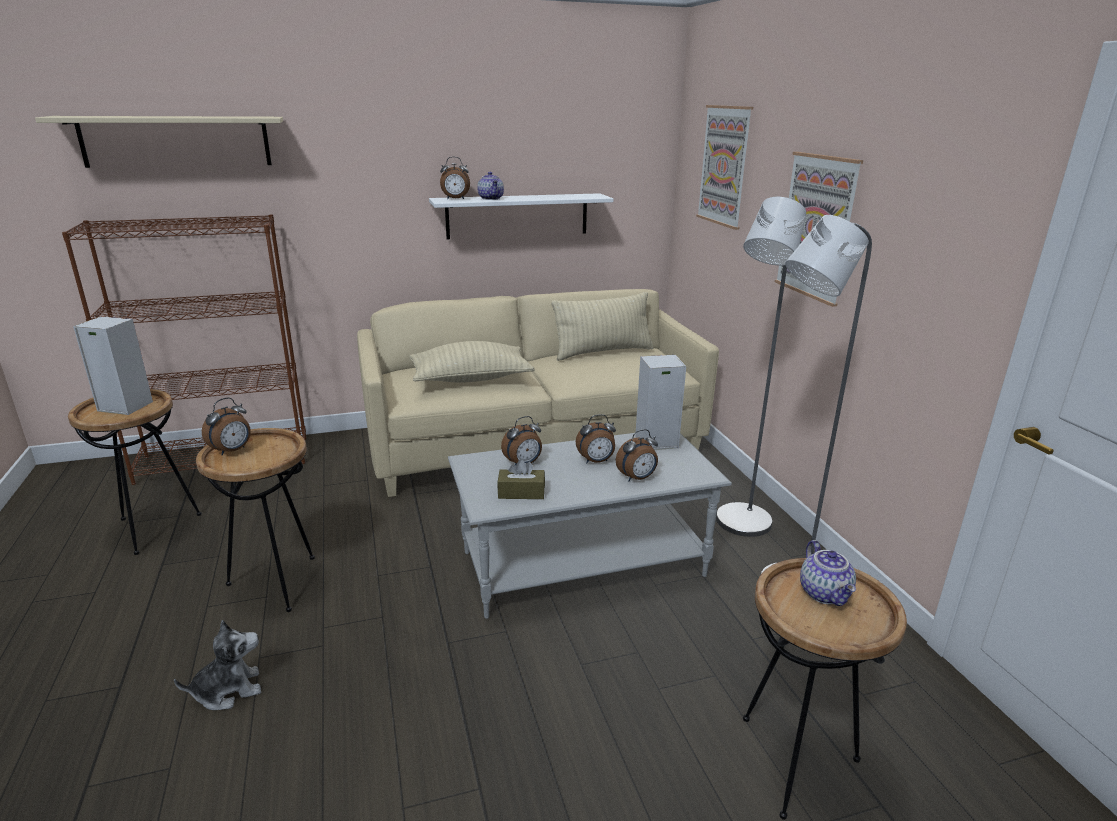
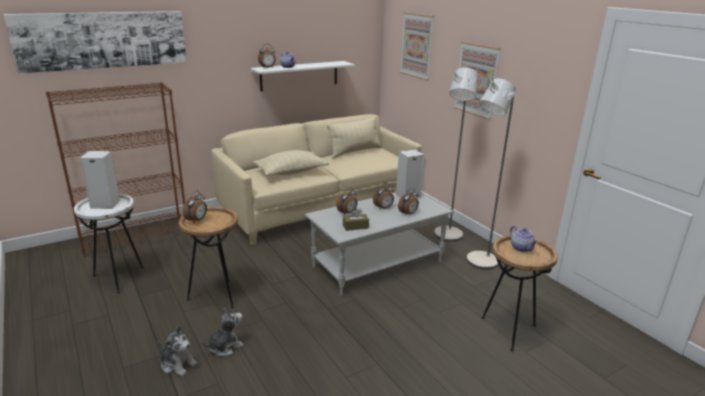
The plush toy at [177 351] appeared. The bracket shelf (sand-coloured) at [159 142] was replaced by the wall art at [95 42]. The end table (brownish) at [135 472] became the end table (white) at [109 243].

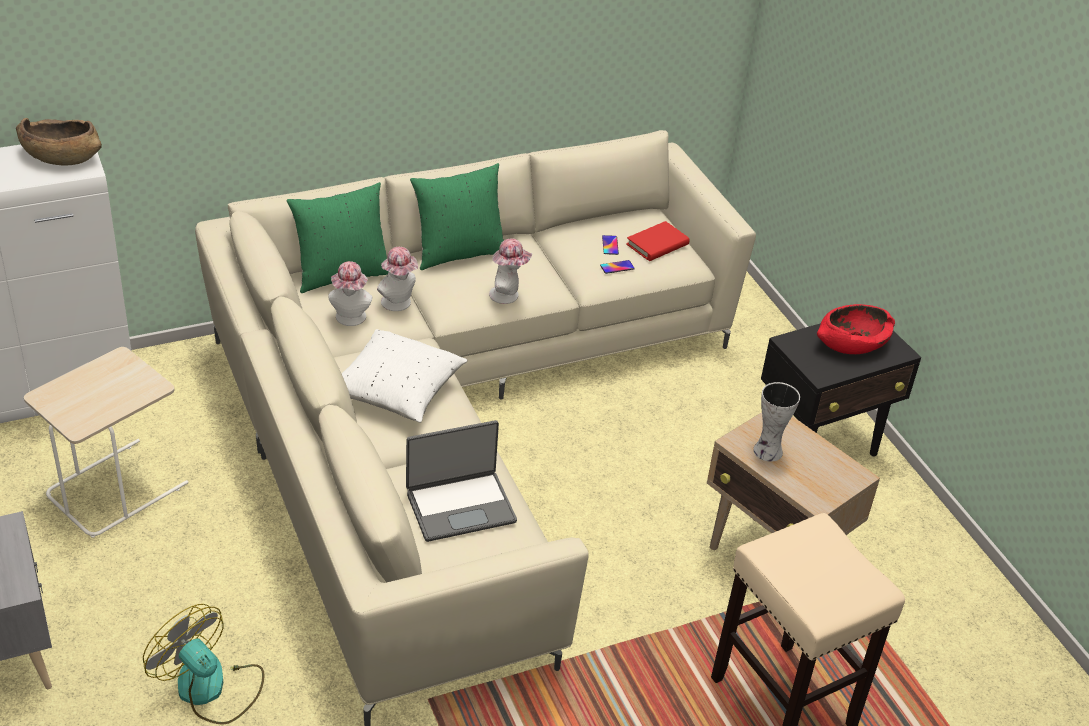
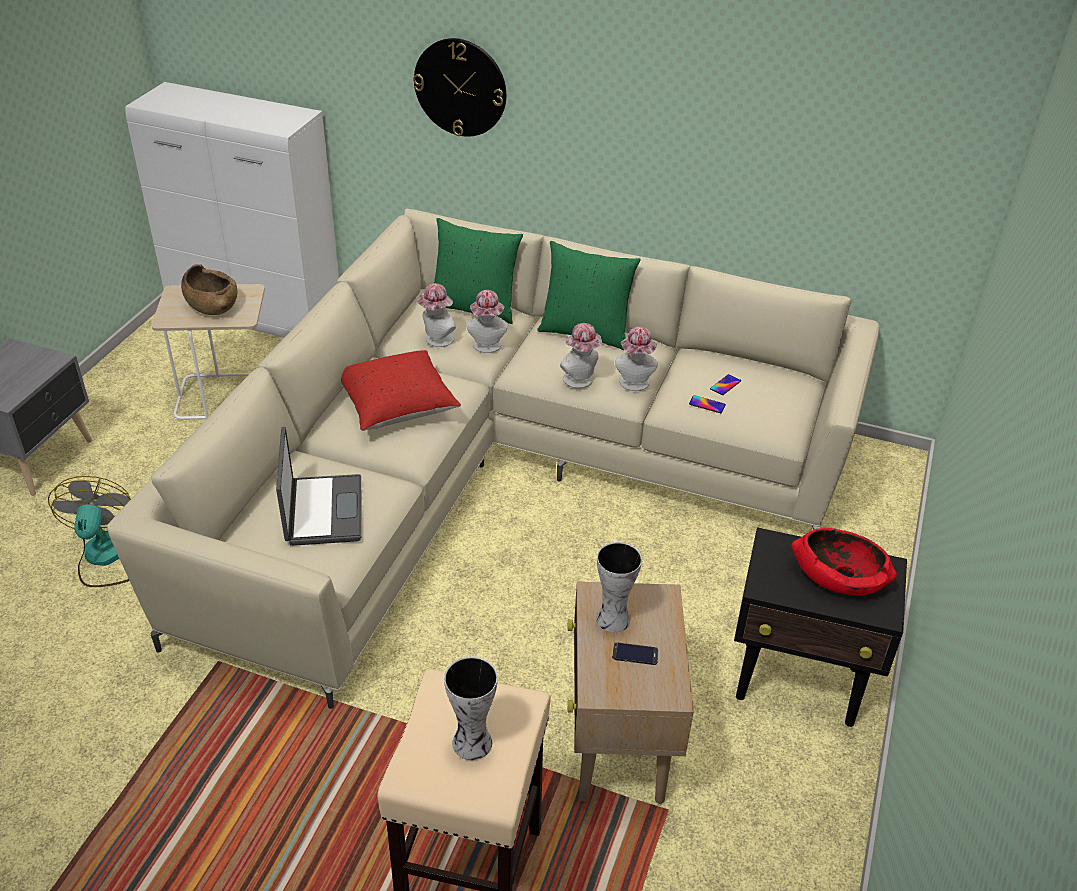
The volume (red) at [658 241] disappeared. The wall clock at [459 87] appeared. The decorative vase at [471 708] appeared. The phone at [635 654] appeared. The wearable hat at [636 358] appeared. The serving bowl (brownish) moved from [59 142] to [209 289]. The pillow (white) at [404 376] became the pillow (red) at [401 390]. The notebook computer at [461 481] turned 120 degrees counterclockwise.

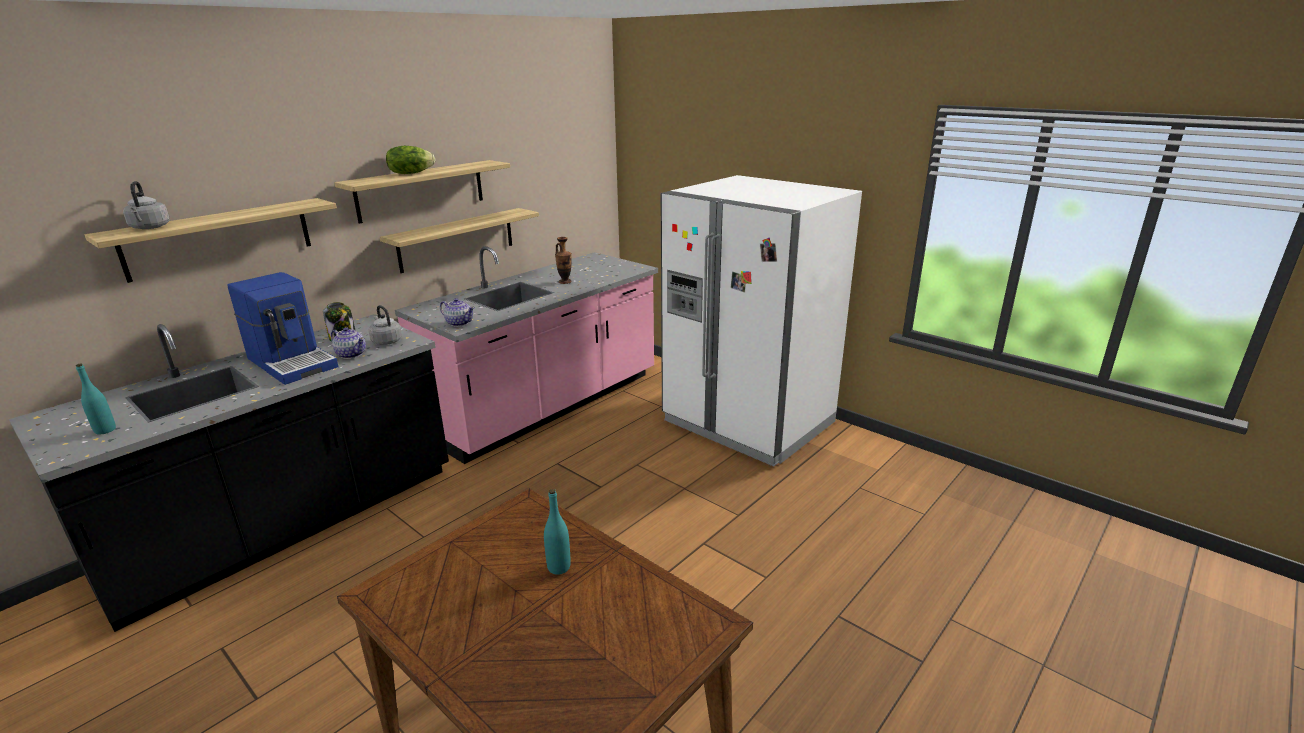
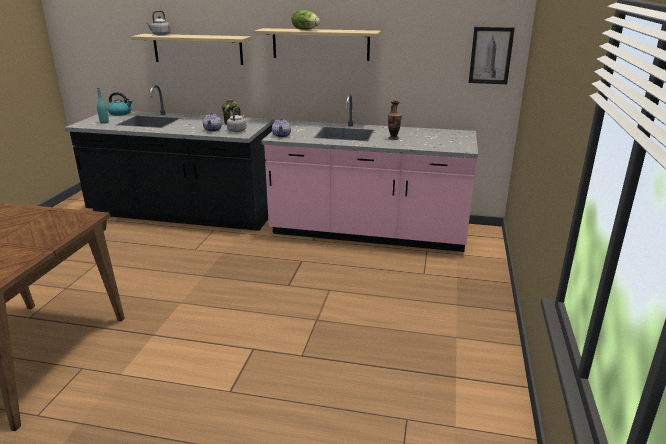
The coffee brewer at [283 328] disappeared. The bracket shelf at [459 240] disappeared. The bottle (turquoise-coloured) at [557 532] disappeared. The refrigerator (white) at [761 320] disappeared. The water kettle at [119 104] appeared. The wall art at [492 55] appeared.

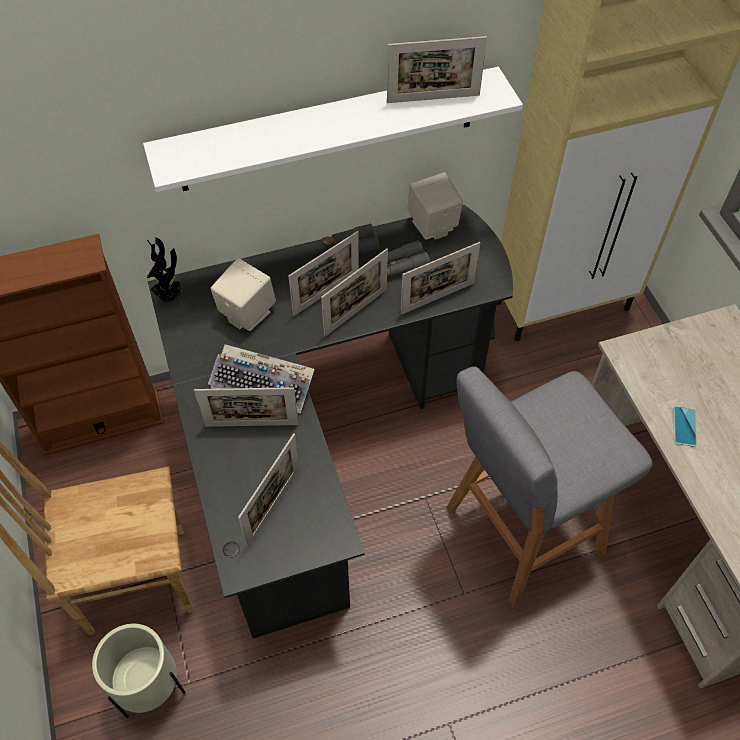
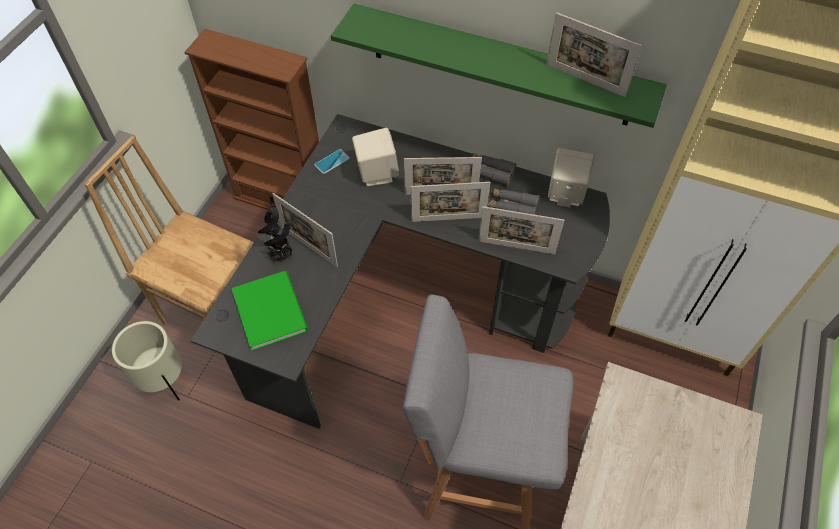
The computer keyboard at [261 379] disappeared. The houseplant moved from [164 270] to [275 233]. The phone moved from [685 426] to [332 161]. The photo frame at [269 491] was replaced by the volume (green-coloured) at [270 311]. The bracket shelf (white) at [333 129] became the bracket shelf (green-coloured) at [499 66].

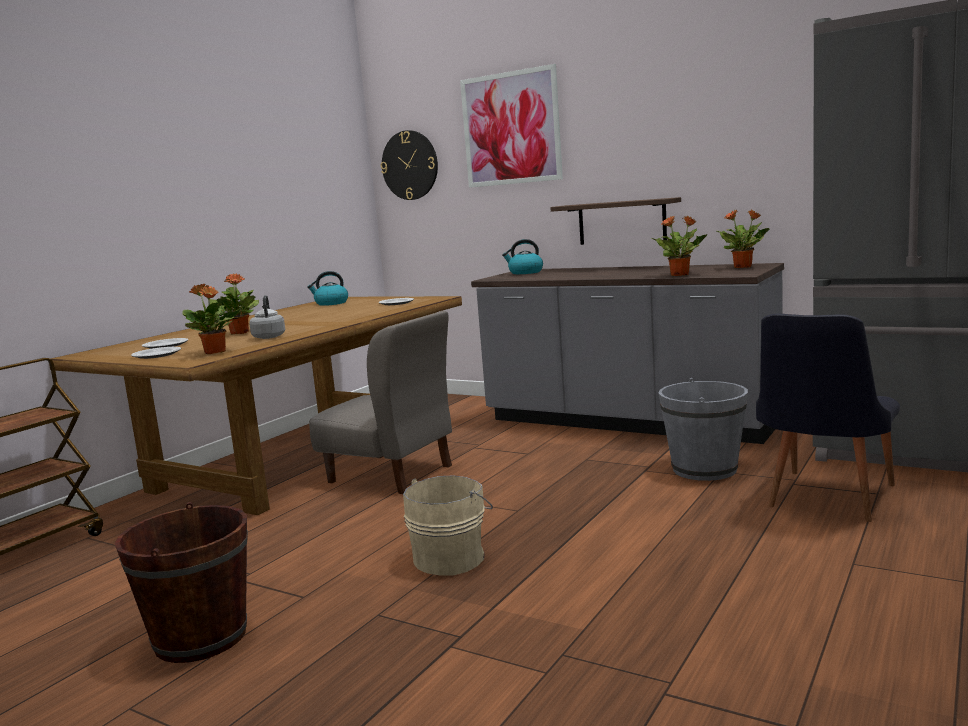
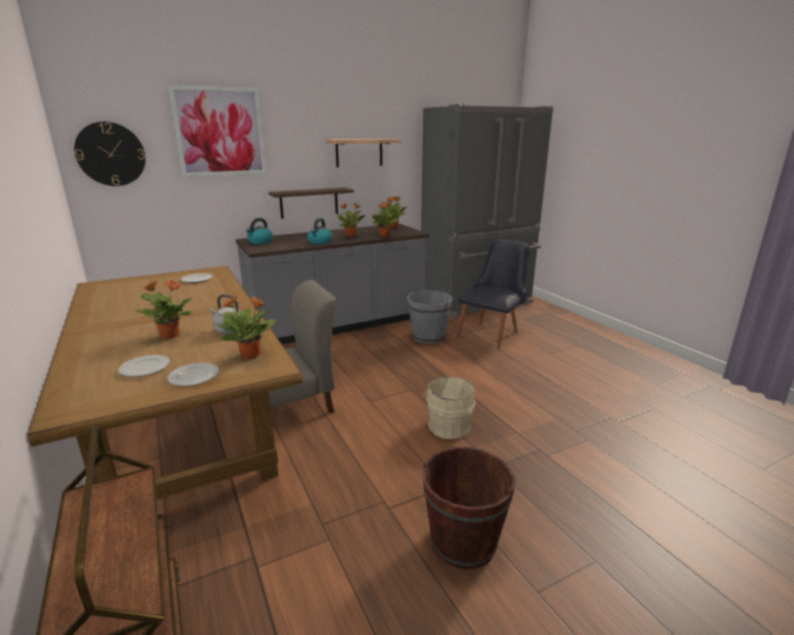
The bracket shelf at [363 153] appeared. The houseplant at [350 220] appeared. The water kettle moved from [327 288] to [320 231]. The plain chair (blackish) at [828 418] turned 120 degrees counterclockwise.

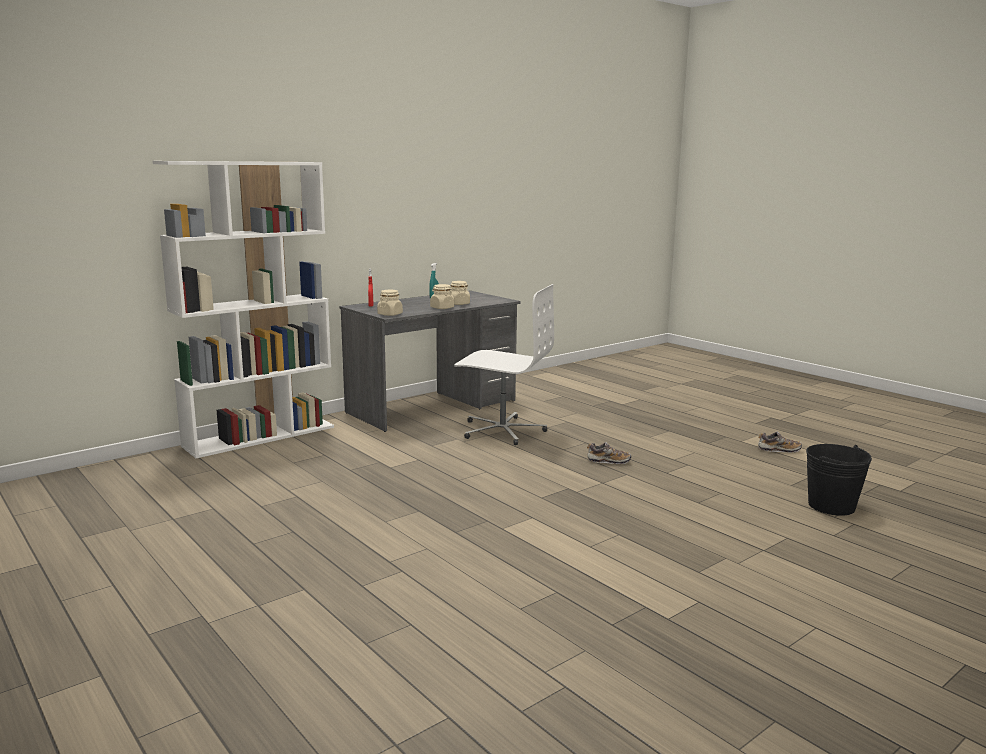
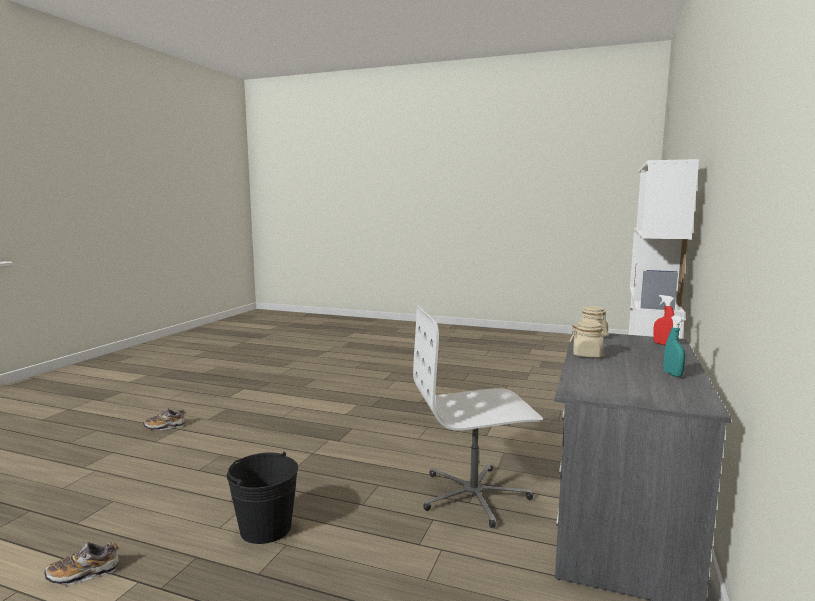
The preserve jar (sand-coloured) at [460 293] disappeared. The low shoe moved from [609 453] to [164 419]. The pail (blackish) moved from [839 480] to [262 498].

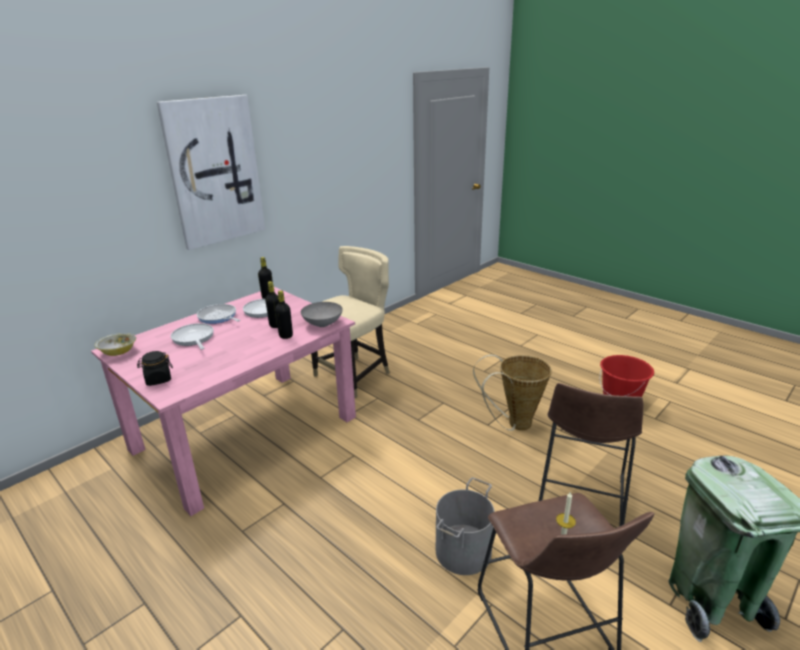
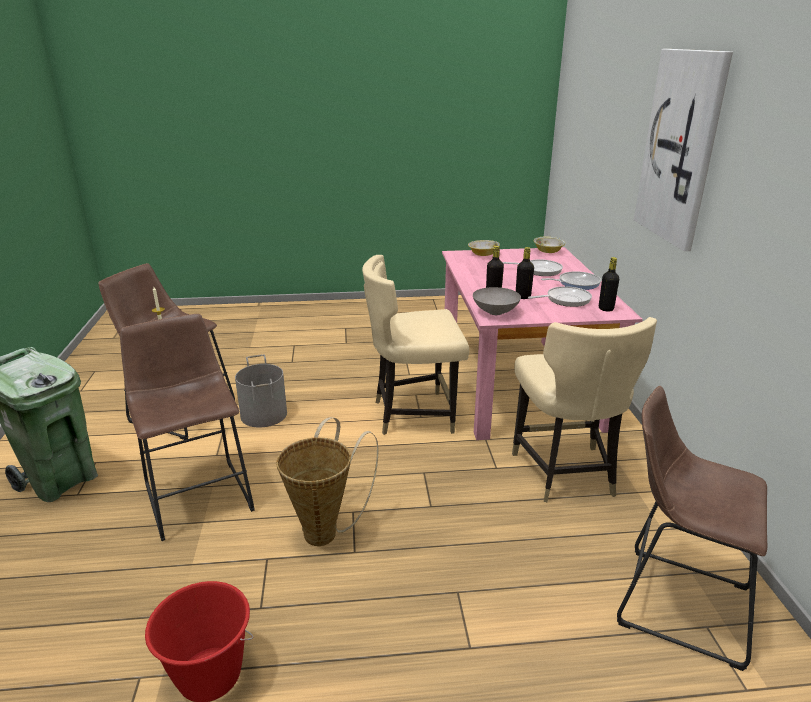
The plain chair (sand-coloured) at [415 345] appeared. The stool seat (brownish) at [692 528] appeared. The preserve jar (blackish) at [155 368] was replaced by the serving bowl at [484 248].

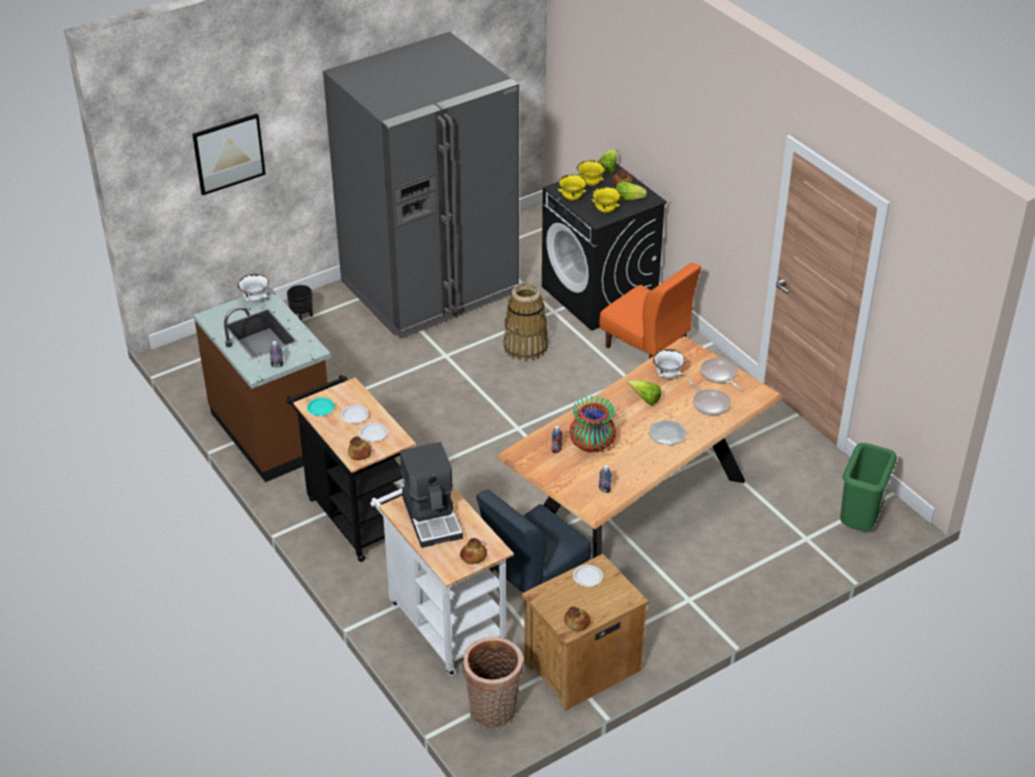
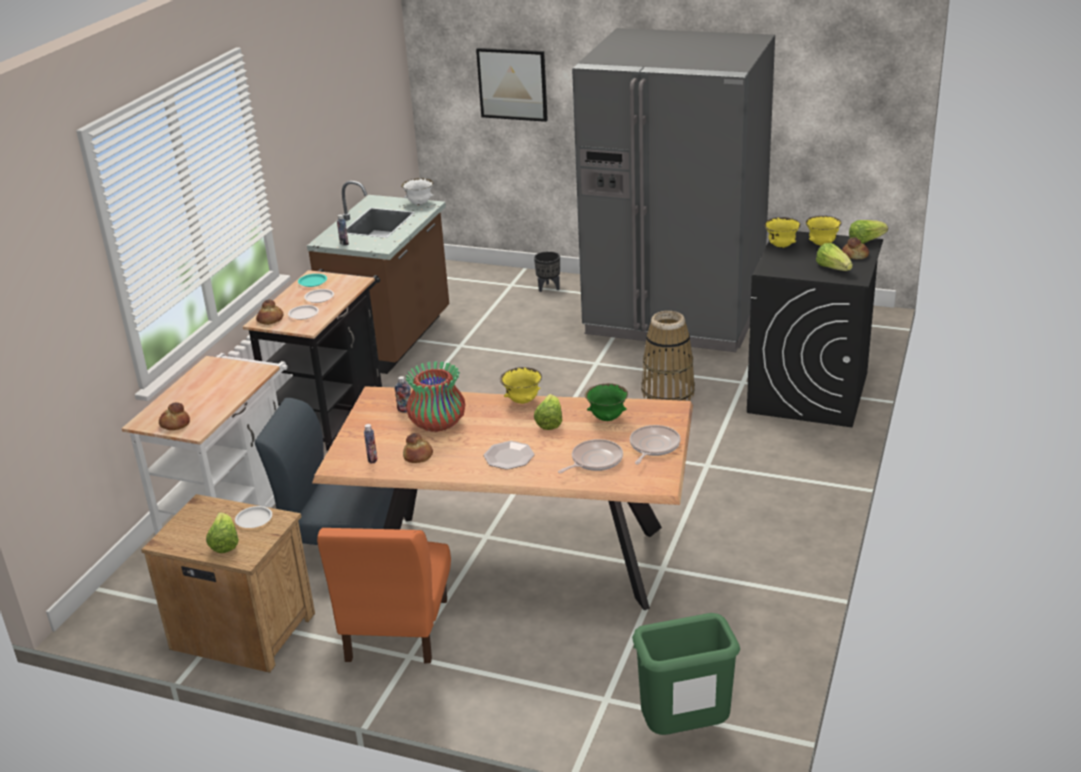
The coffee brewer at [431 495] disappeared. The storage basket at [493 682] disappeared. The head of lettuce at [222 532] appeared. The bakery bread moved from [577 618] to [418 448]. The serving bowl (yellow-coloured) moved from [606 200] to [521 385]. The plain chair (orange) moved from [650 311] to [384 596]. The serving bowl (white) at [669 364] became the serving bowl (green-coloured) at [606 402]. The pan at [709 398] turned 150 degrees counterclockwise.

